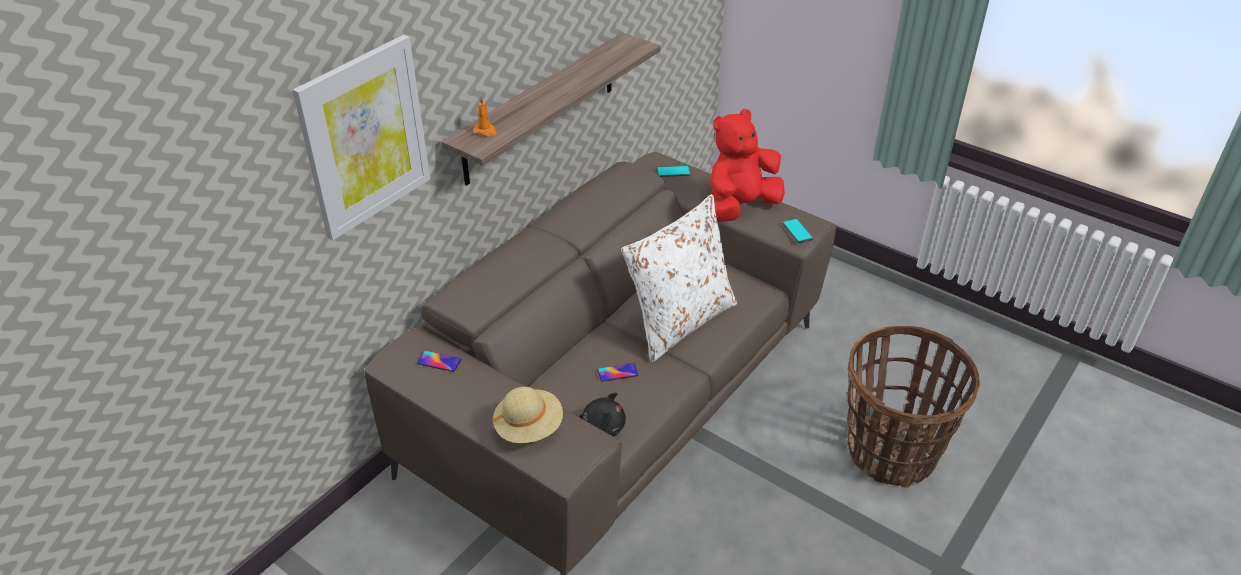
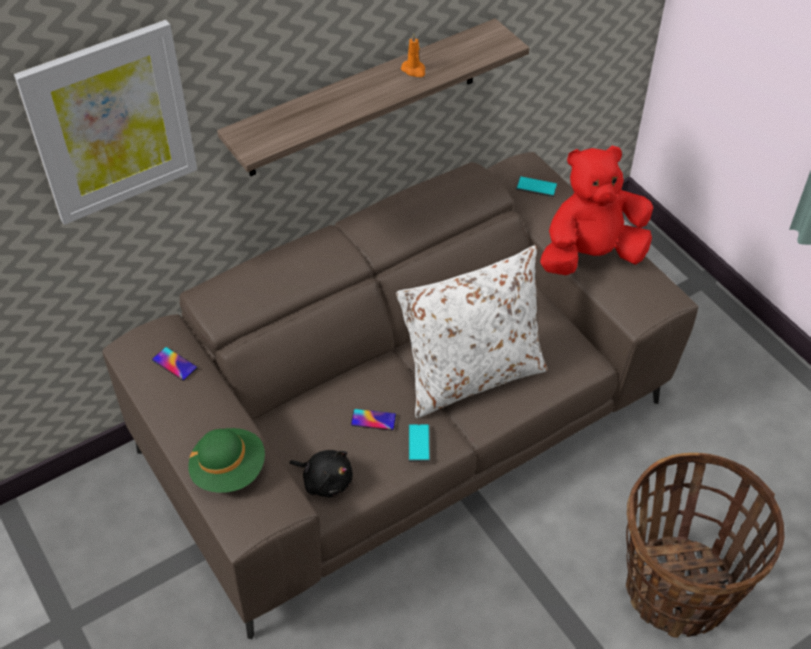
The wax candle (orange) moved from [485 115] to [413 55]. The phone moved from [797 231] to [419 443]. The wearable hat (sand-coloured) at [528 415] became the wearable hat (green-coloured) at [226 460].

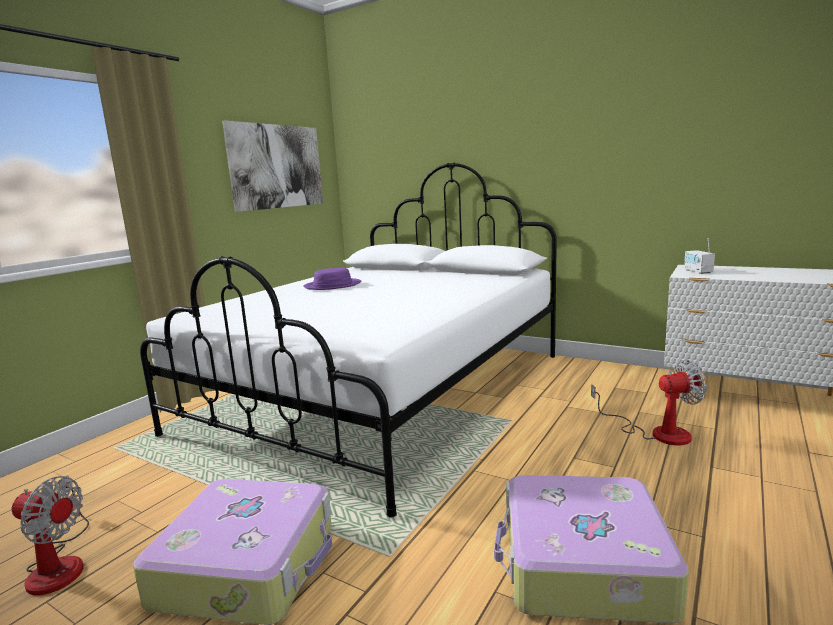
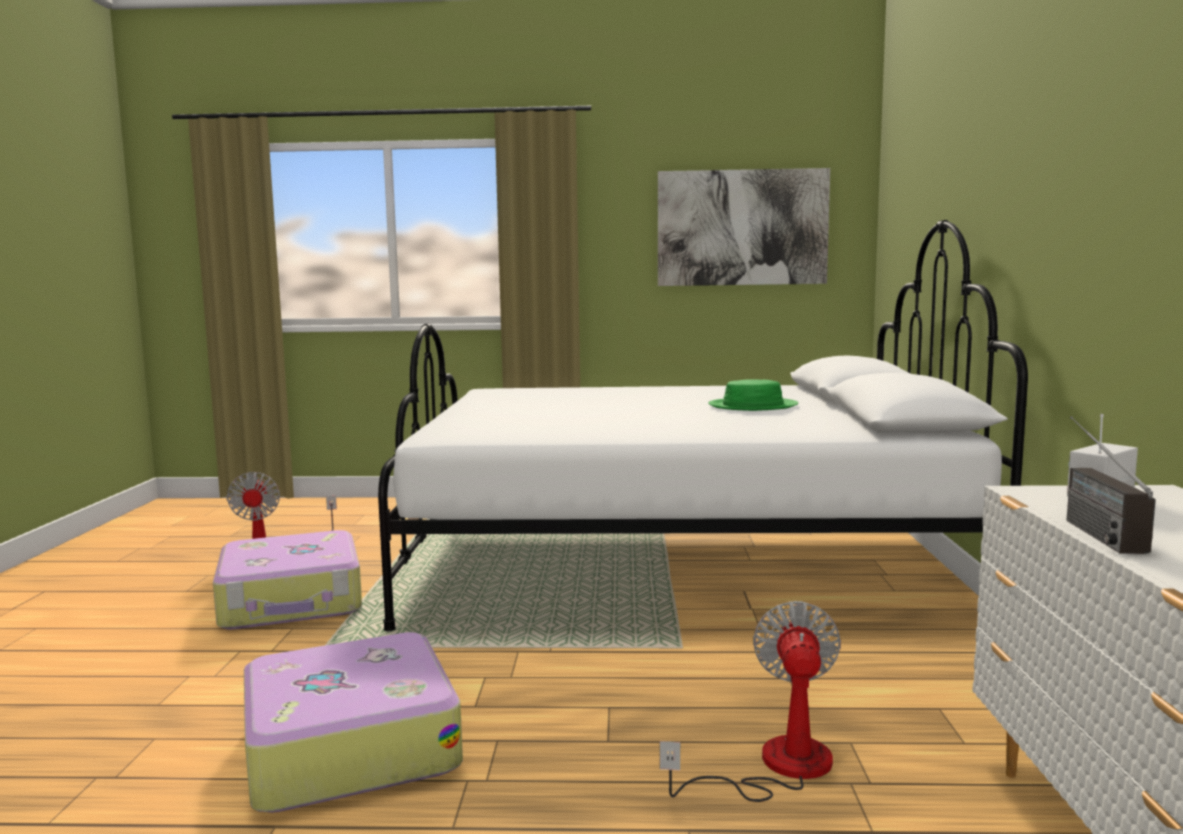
The wearable hat (purplish) at [332 279] disappeared. The wearable hat (green-coloured) at [753 395] appeared. The radio set at [1111 485] appeared. The fan at [649 402] turned 135 degrees counterclockwise.

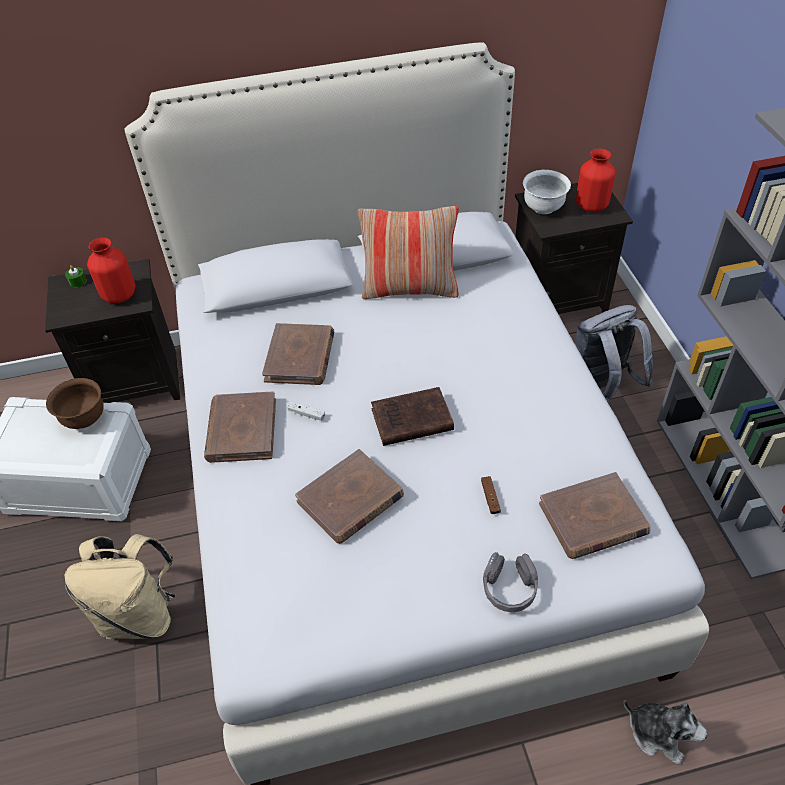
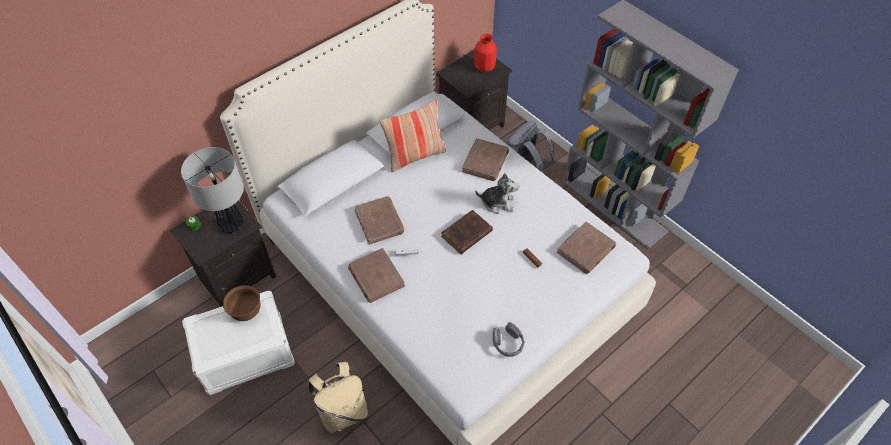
The serving bowl (white) at [547 191] disappeared. The volume (brownish) moved from [349 496] to [485 159]. The headset (greyish) moved from [510 582] to [508 339]. The plush toy moved from [665 732] to [497 193]. The decorative vase (red) at [111 270] was replaced by the tabletop lamp at [212 190].

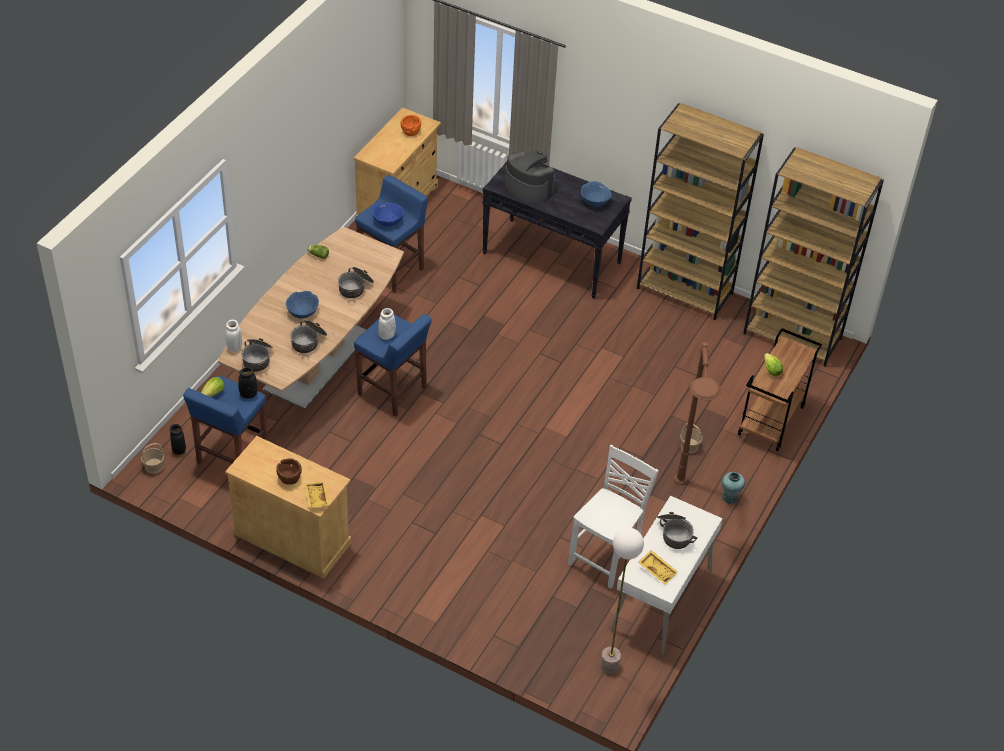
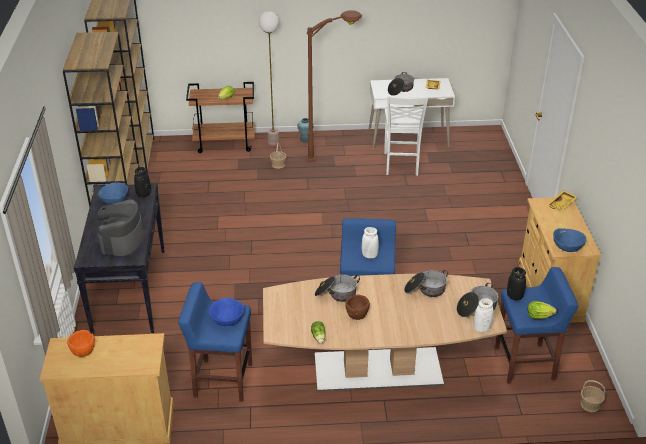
The decorative vase (blackish) moved from [178 439] to [142 182]. The serving bowl (brownish) moved from [289 471] to [357 307]. The serving bowl (blue) moved from [302 305] to [569 240]. The floor lamp moved from [622 601] to [269 78]. The plain chair (white) at [613 517] turned 90 degrees counterclockwise.

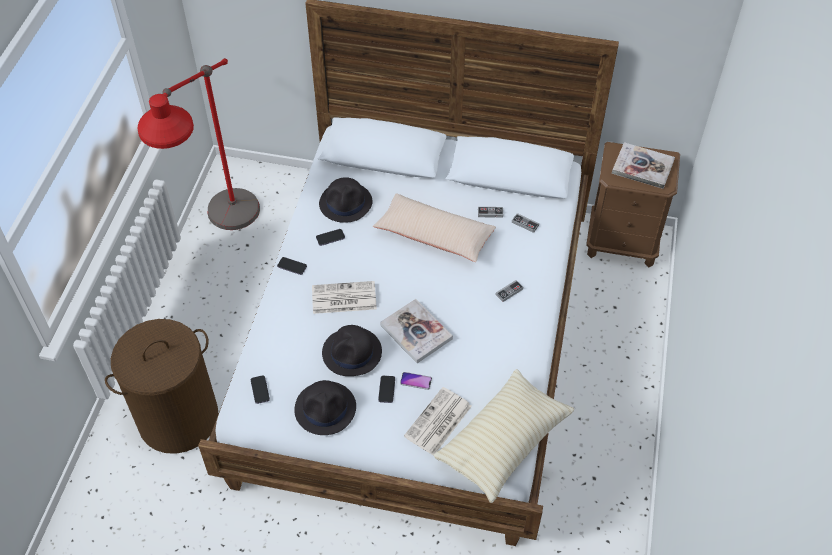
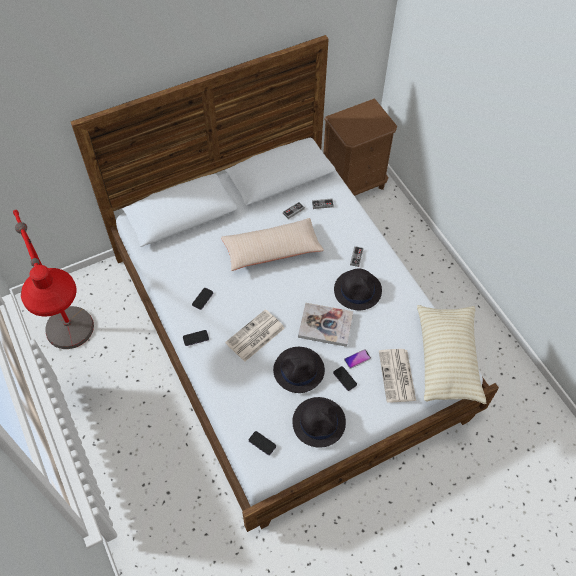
The hamper (brownish) at [161 386] disappeared. The volume at [643 165] disappeared. The wearable hat (blackish) moved from [345 200] to [358 289].

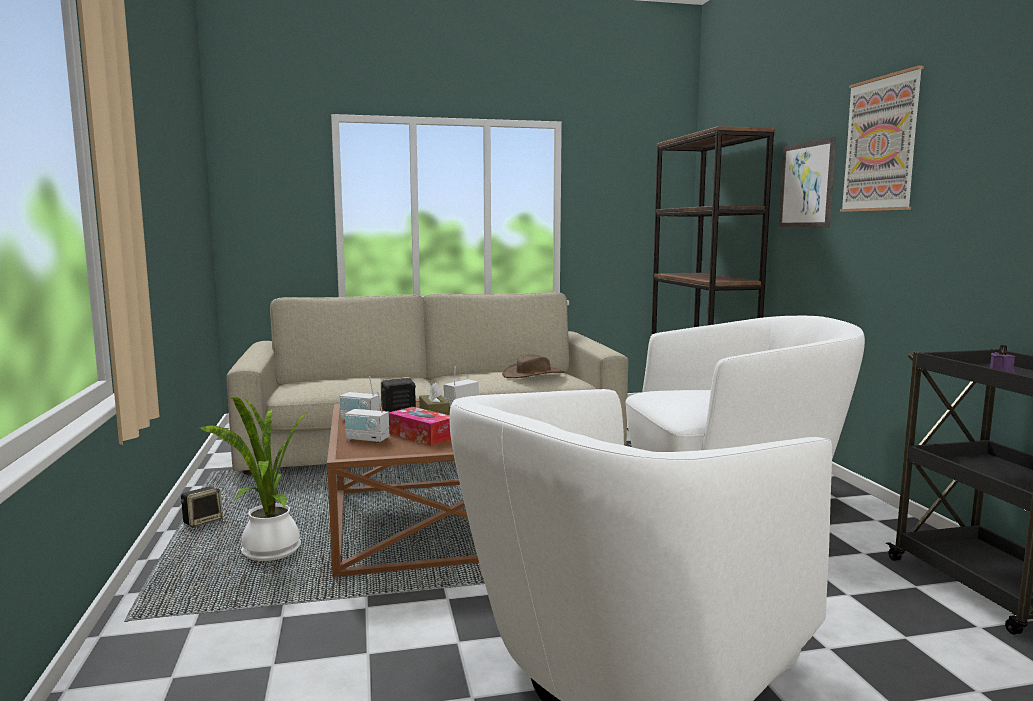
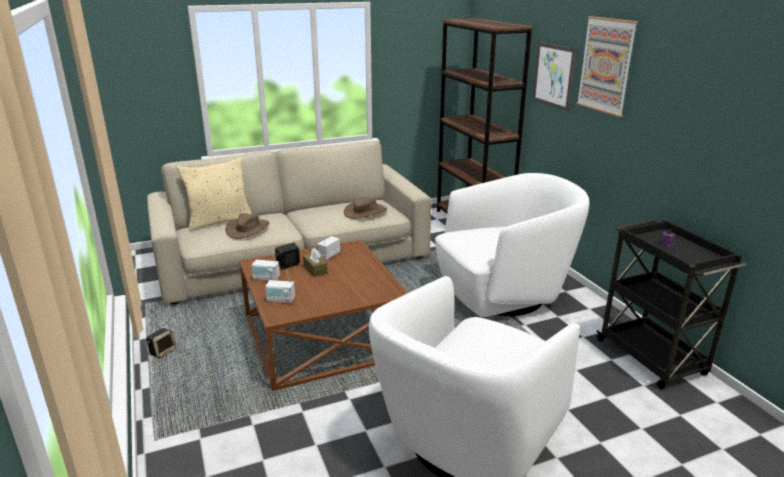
The houseplant at [254 479] disappeared. The box of tissues at [420 426] disappeared. The pillow (sand-coloured) at [214 194] appeared. The wearable hat (brownish) at [247 226] appeared.

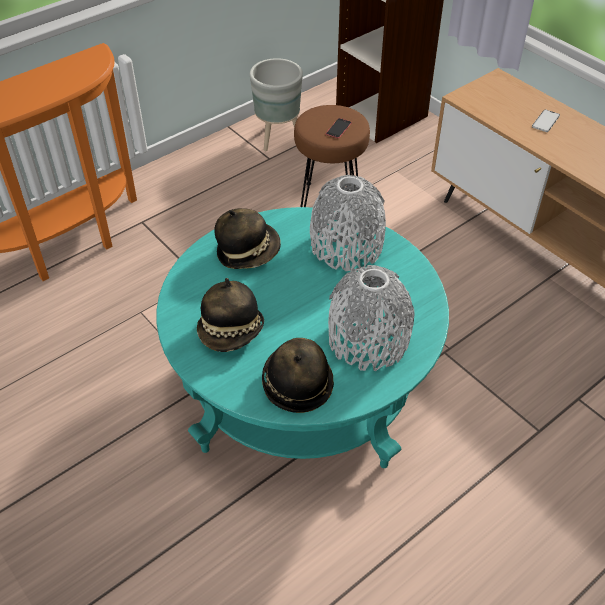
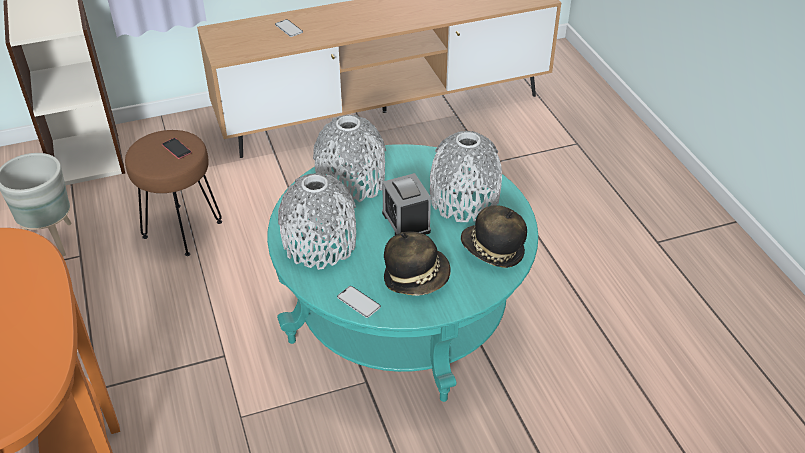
The phone at [359 302] appeared. The alarm clock at [406 204] appeared. The wearable hat at [248 238] was replaced by the decorative vase (greyish) at [317 221].

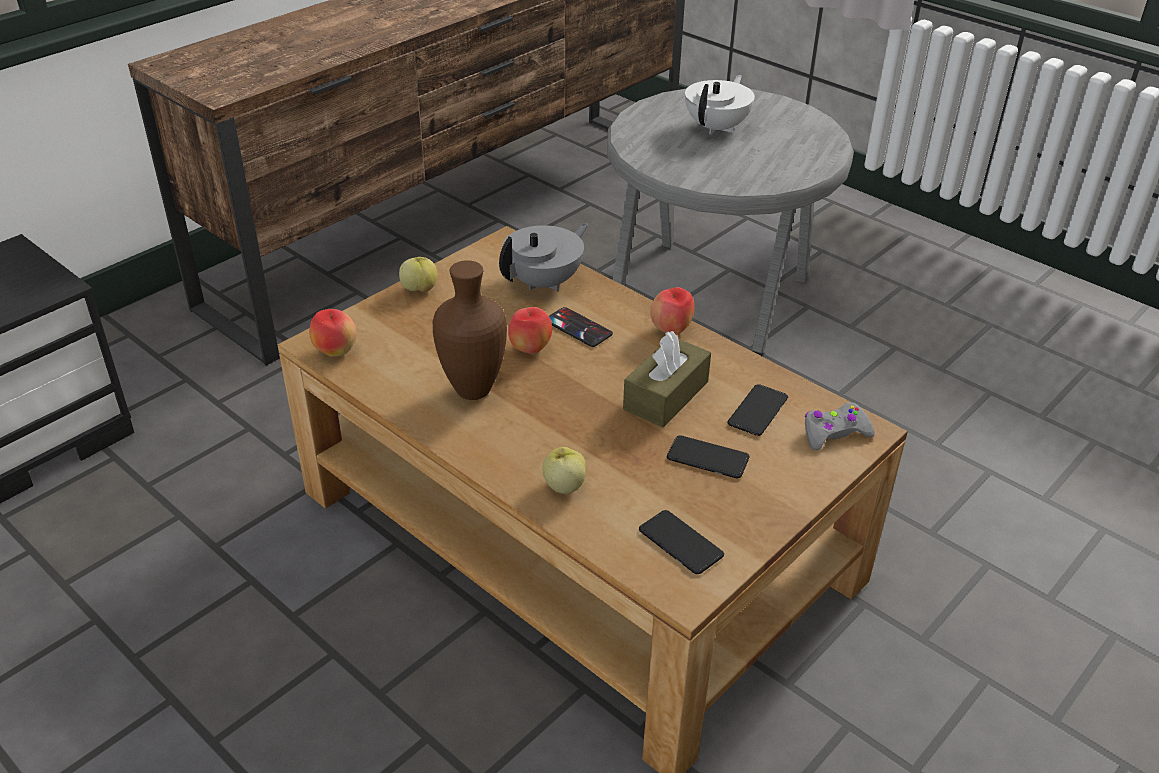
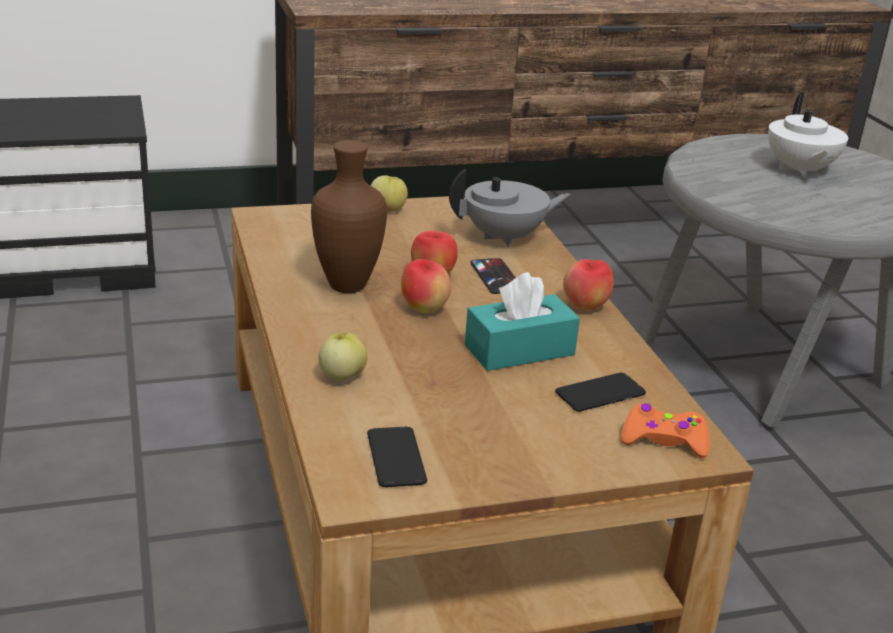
The phone at [708 456] disappeared. The apple fruit moved from [333 333] to [426 286]. The box of tissues (brownish) at [667 379] became the box of tissues (turquoise-coloured) at [522 321]. The game controller (greyish) at [840 426] became the game controller (orange) at [665 430]. The pot for tea (white) at [720 105] turned 120 degrees clockwise.

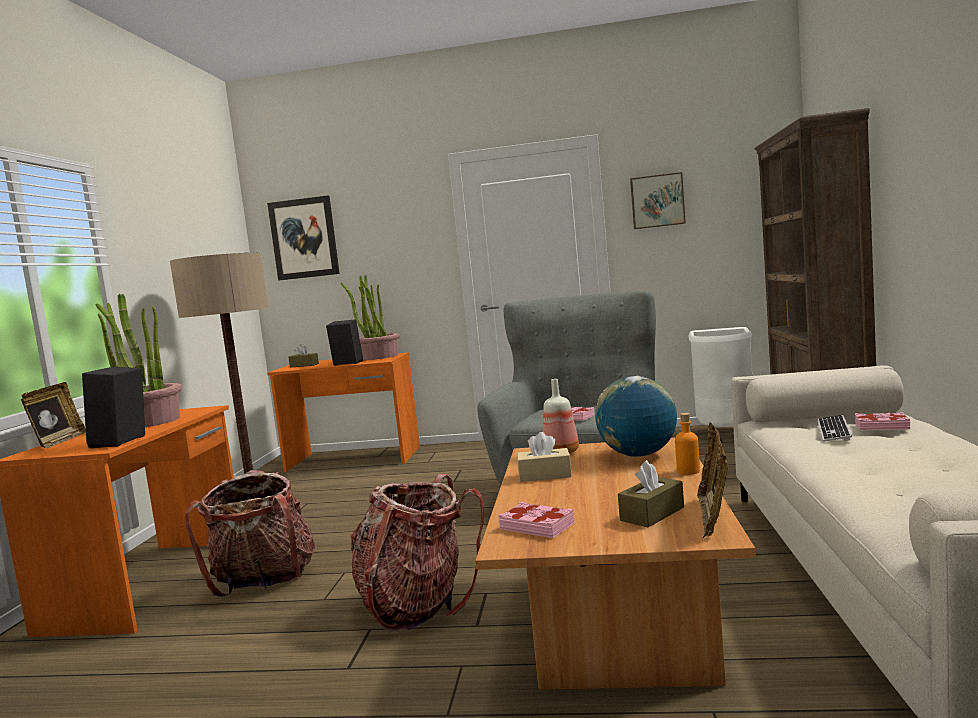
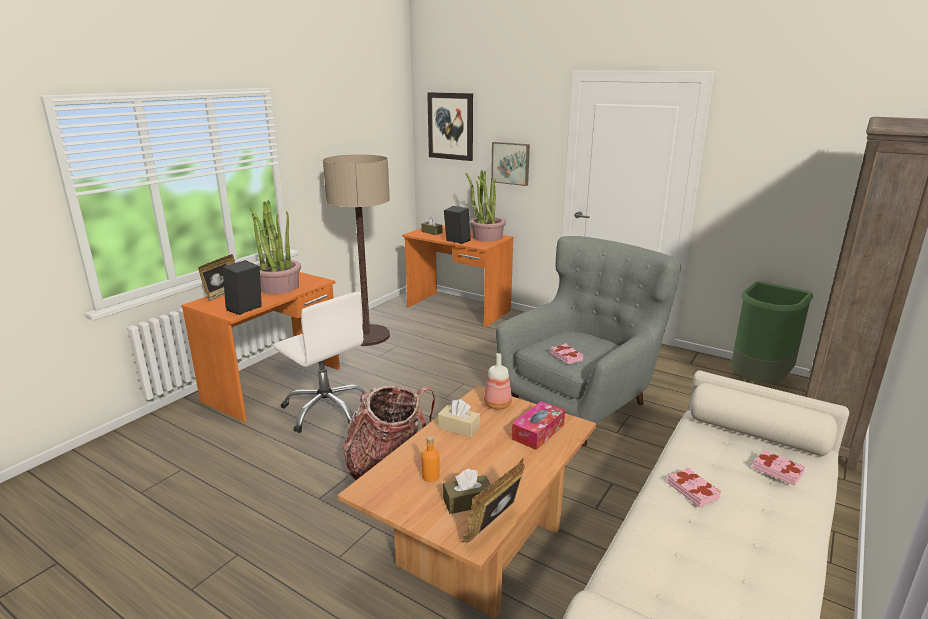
The computer keyboard at [834 428] disappeared. The volume (pink) moved from [536 519] to [694 487]. The wall art moved from [658 200] to [510 164]. The bottle (orange) moved from [687 444] to [431 459]. The knapsack at [250 533] was replaced by the computer chair (white) at [320 362]. The globe at [636 416] was replaced by the box of tissues at [538 425]. The trash can (white) at [720 377] became the trash can (green-coloured) at [772 332].

